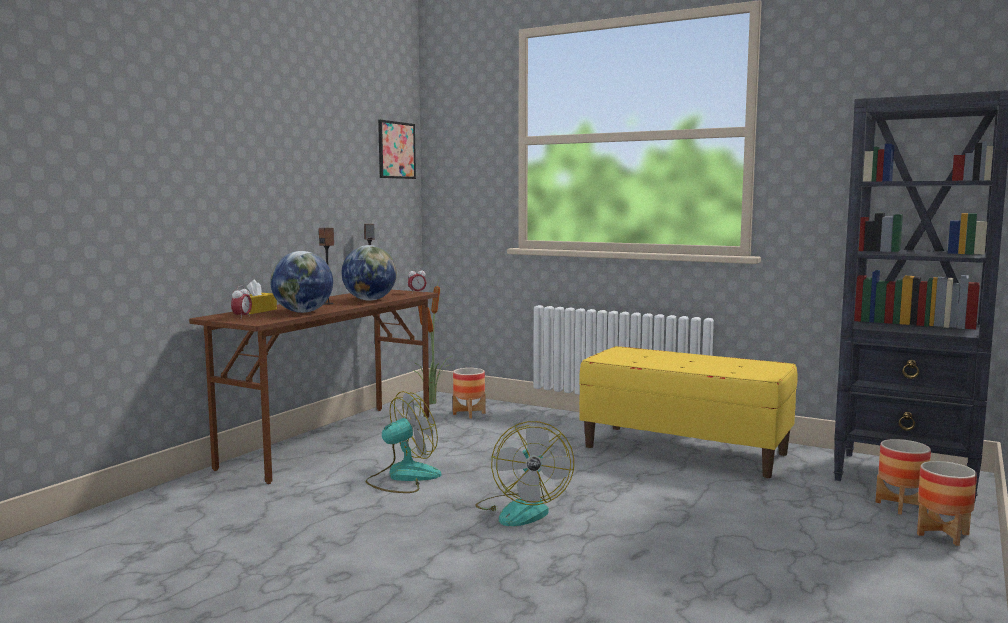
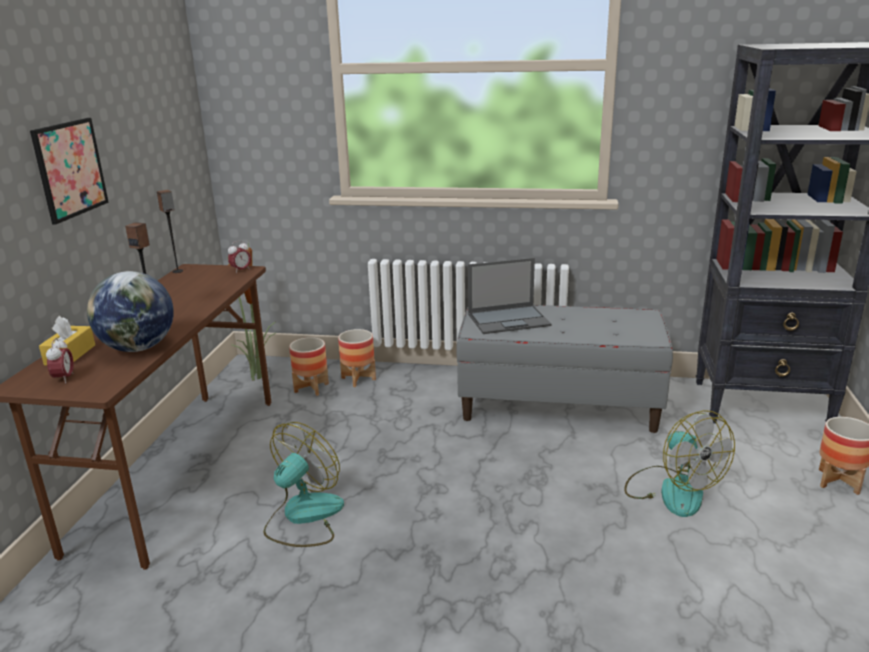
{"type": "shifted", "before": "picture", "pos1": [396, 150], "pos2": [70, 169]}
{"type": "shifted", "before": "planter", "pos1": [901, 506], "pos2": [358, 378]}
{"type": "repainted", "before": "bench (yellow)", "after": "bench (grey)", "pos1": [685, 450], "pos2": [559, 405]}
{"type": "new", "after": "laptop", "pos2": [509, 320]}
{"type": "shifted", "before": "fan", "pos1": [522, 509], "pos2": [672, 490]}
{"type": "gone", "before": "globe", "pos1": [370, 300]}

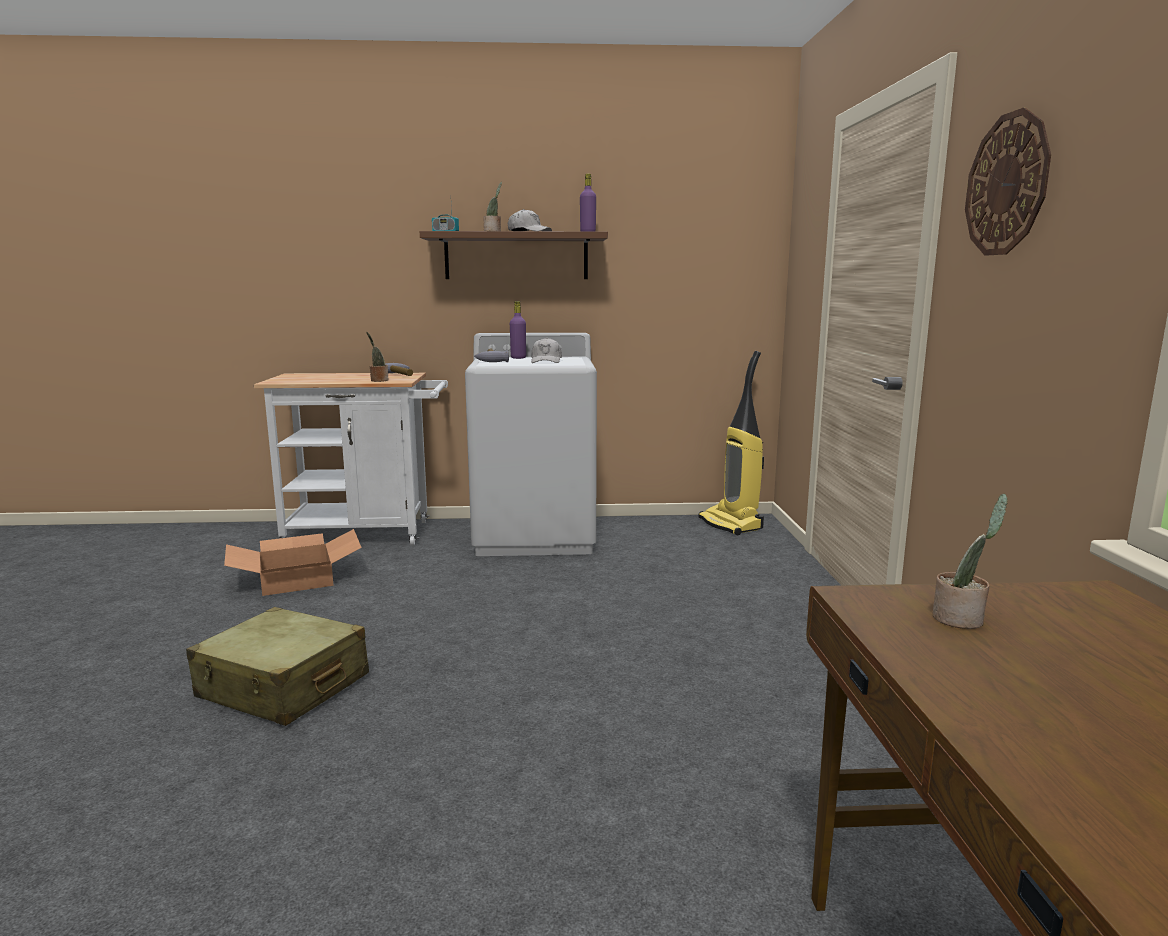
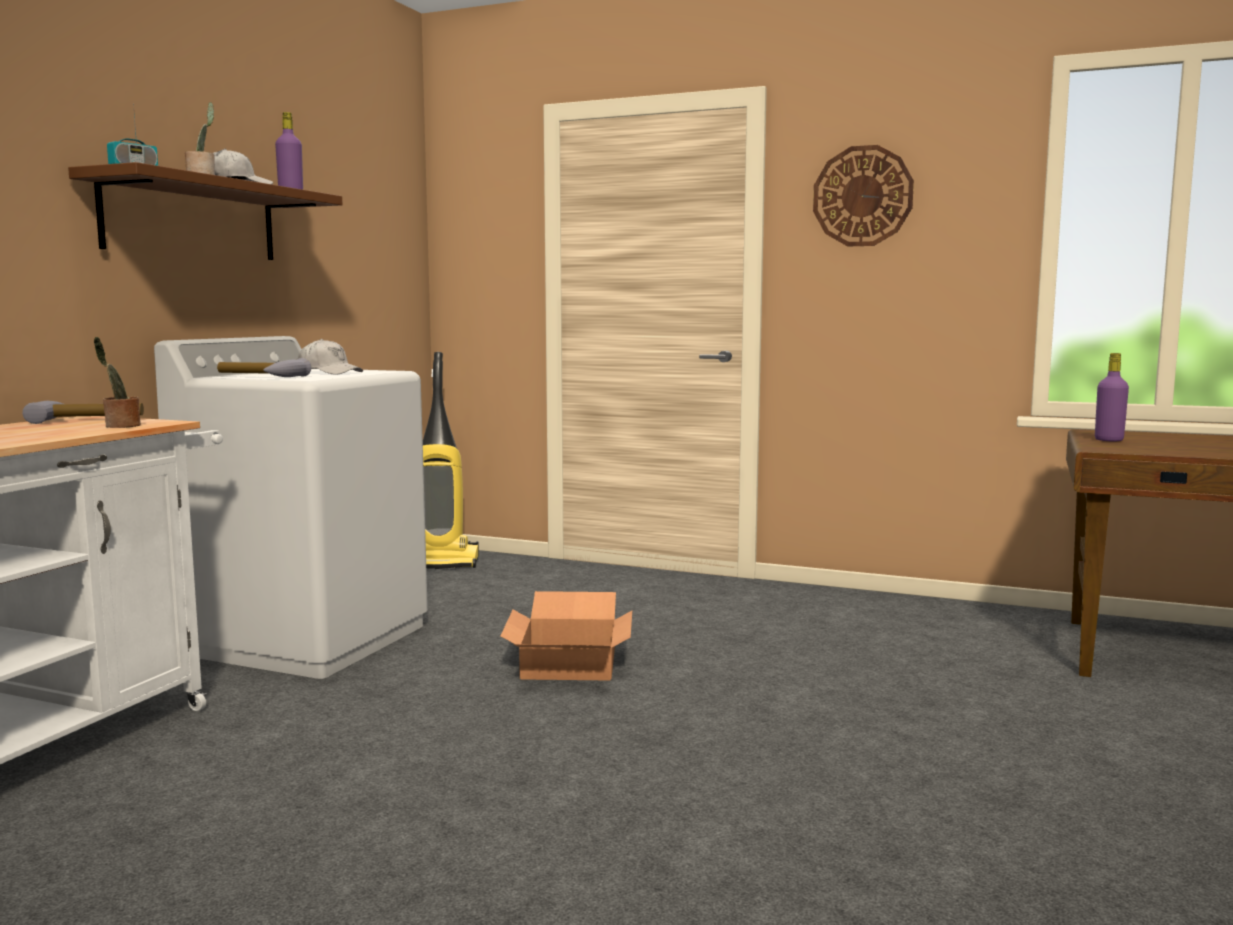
{"type": "shifted", "before": "cardboard box", "pos1": [297, 578], "pos2": [567, 662]}
{"type": "shifted", "before": "bottle (purple)", "pos1": [518, 358], "pos2": [1108, 440]}
{"type": "gone", "before": "suitcase (beige)", "pos1": [283, 687]}
{"type": "gone", "before": "potted plant", "pos1": [961, 619]}

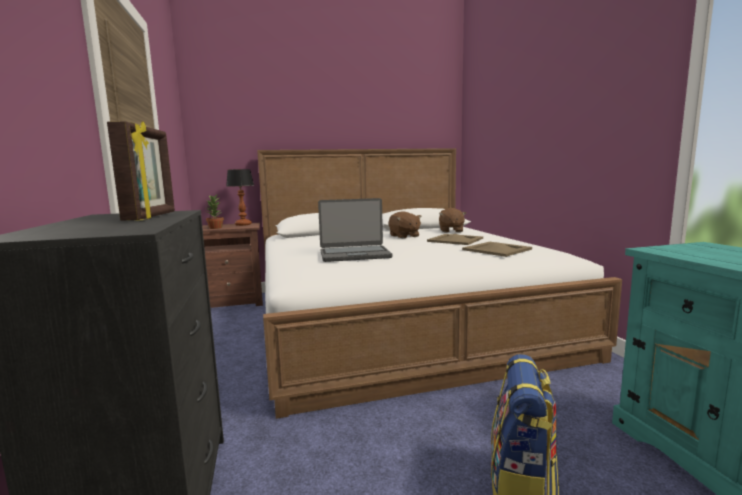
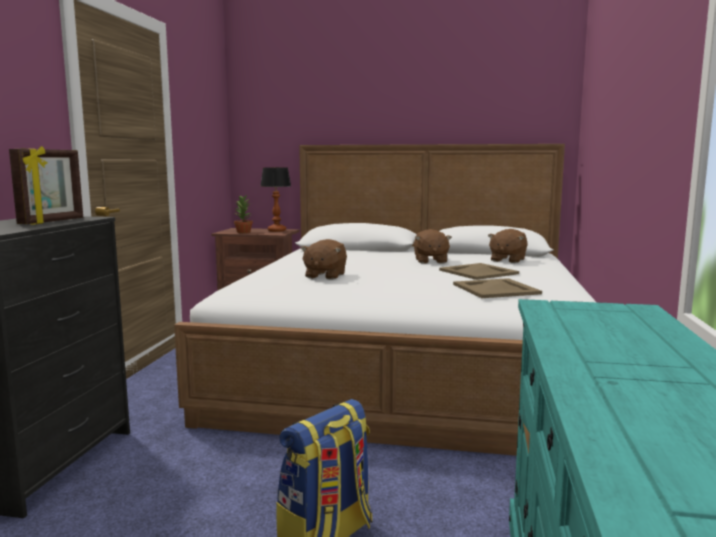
{"type": "swapped", "before": "laptop", "after": "plush toy (brown)", "pos1": [354, 254], "pos2": [324, 276]}

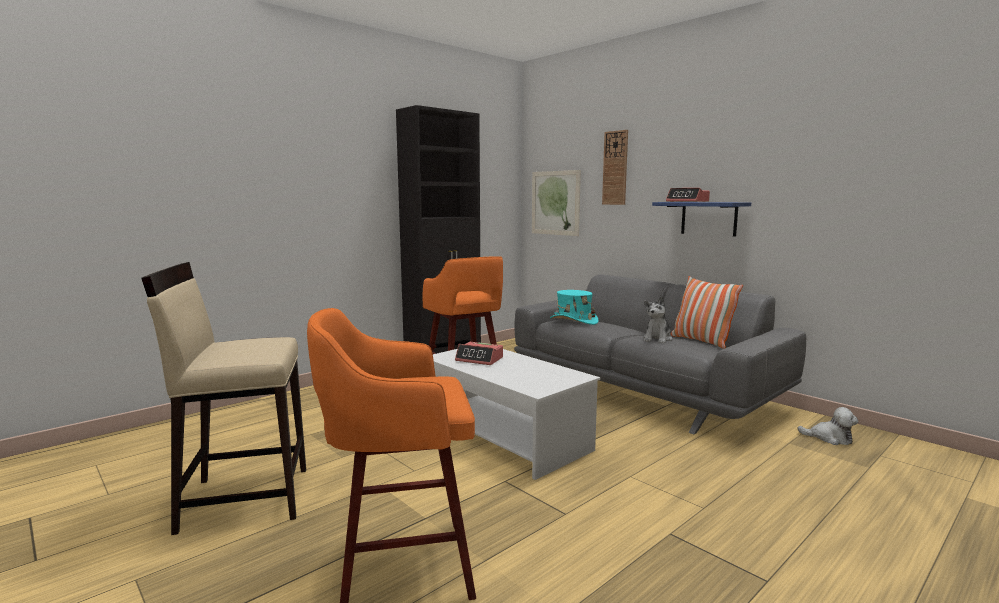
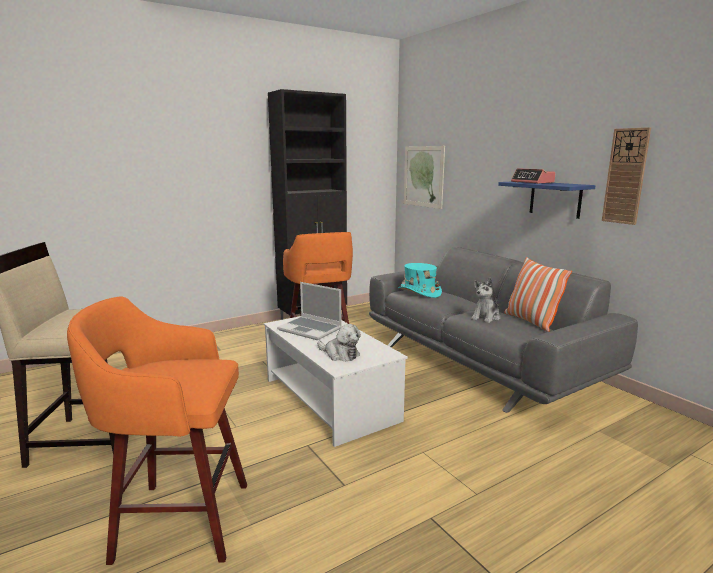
{"type": "swapped", "before": "alarm clock", "after": "laptop", "pos1": [479, 359], "pos2": [311, 329]}
{"type": "shifted", "before": "plush toy", "pos1": [829, 438], "pos2": [340, 354]}
{"type": "shifted", "before": "wall clock", "pos1": [615, 168], "pos2": [625, 176]}

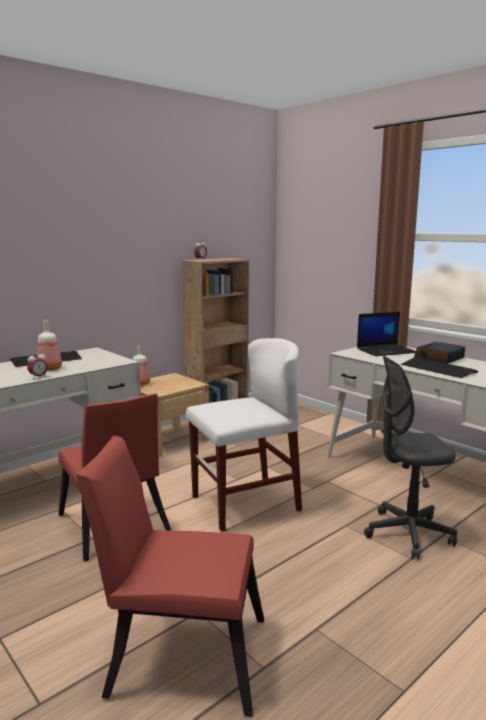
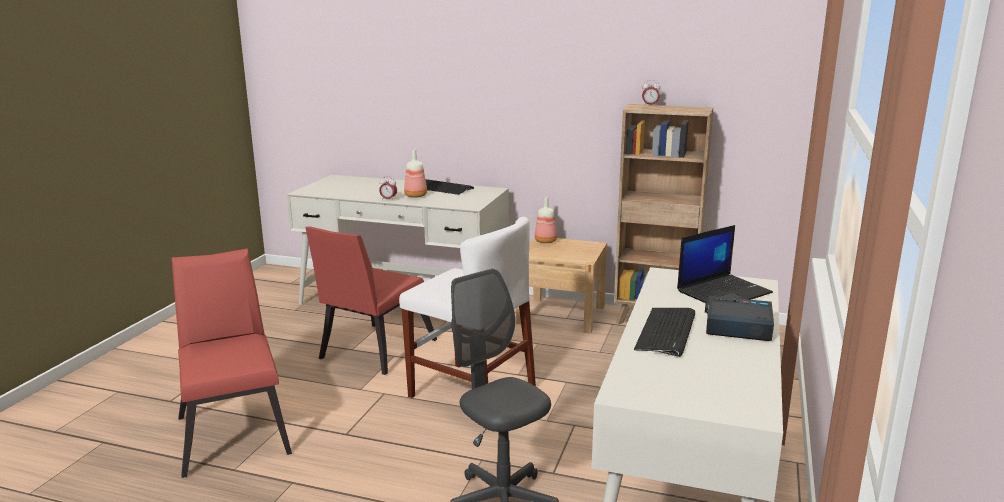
{"type": "rotated", "before": "laptop", "pos1": [386, 350], "pos2": [724, 292], "turn": -75}

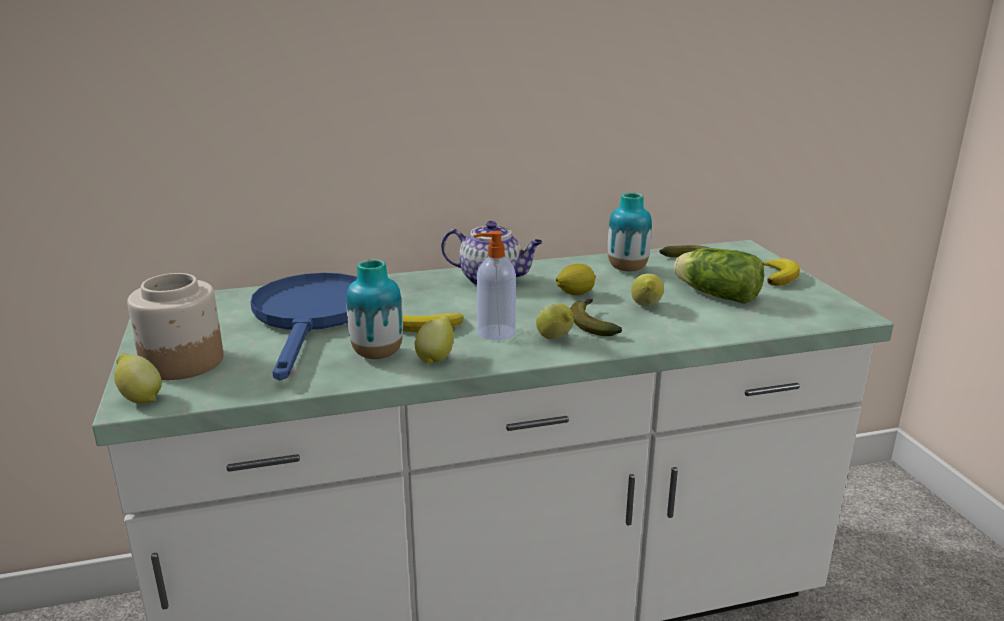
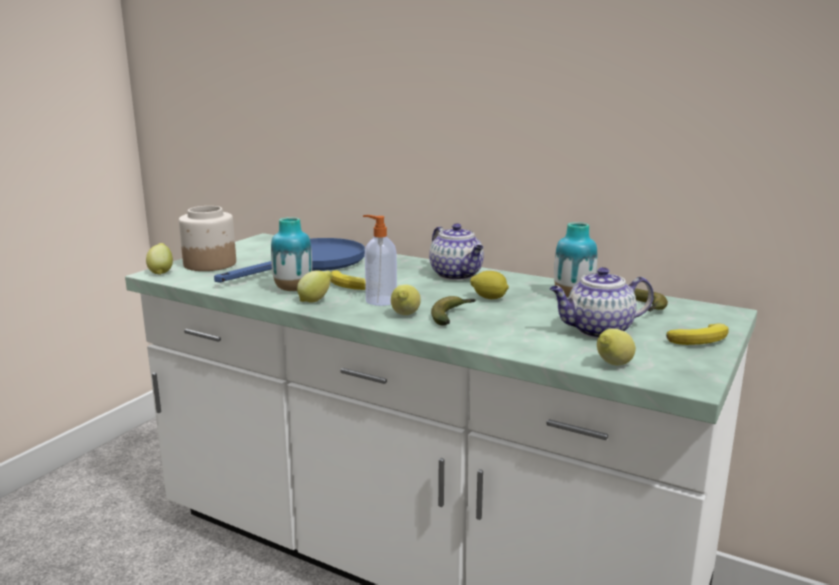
{"type": "swapped", "before": "lettuce", "after": "teapot", "pos1": [714, 294], "pos2": [598, 331]}
{"type": "shifted", "before": "lemon", "pos1": [646, 307], "pos2": [612, 365]}

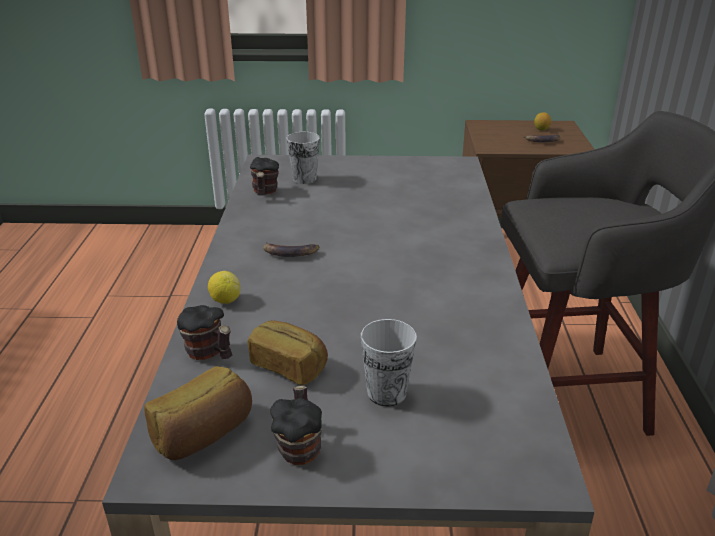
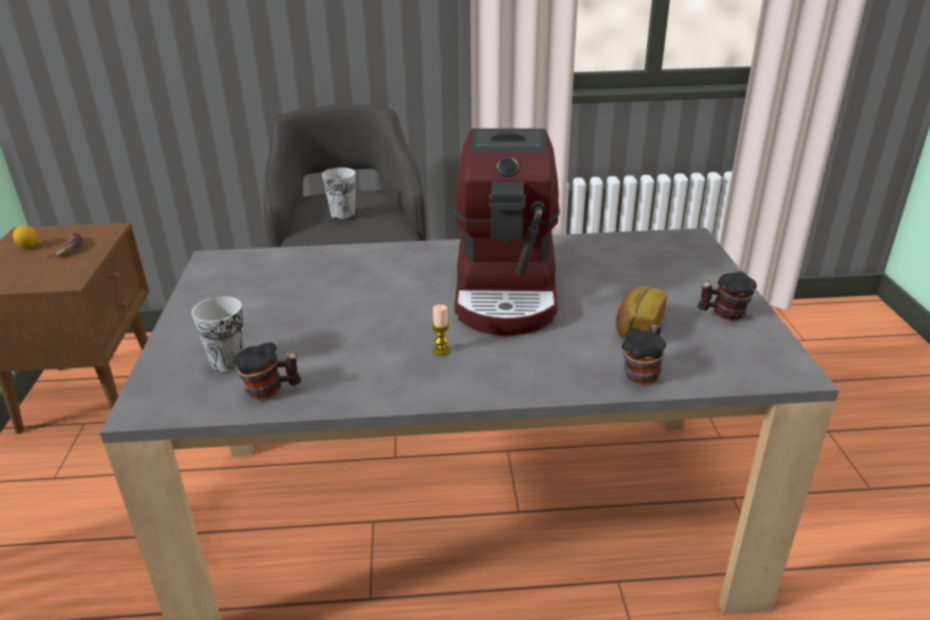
{"type": "shifted", "before": "cup", "pos1": [386, 393], "pos2": [343, 215]}
{"type": "swapped", "before": "banana", "after": "candle", "pos1": [290, 252], "pos2": [441, 350]}
{"type": "new", "after": "coffee machine", "pos2": [507, 290]}
{"type": "gone", "before": "bread", "pos1": [204, 434]}
{"type": "gone", "before": "lemon", "pos1": [225, 300]}

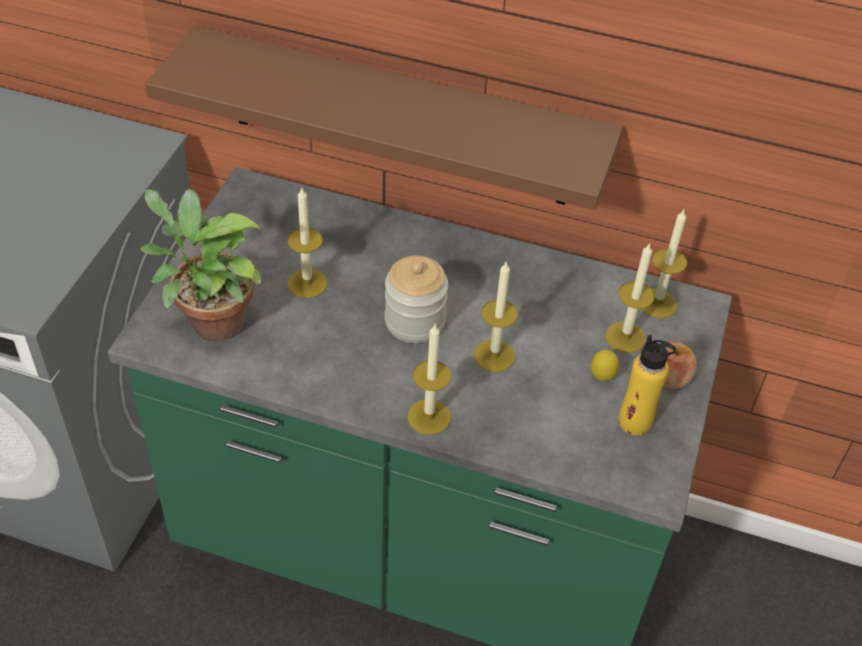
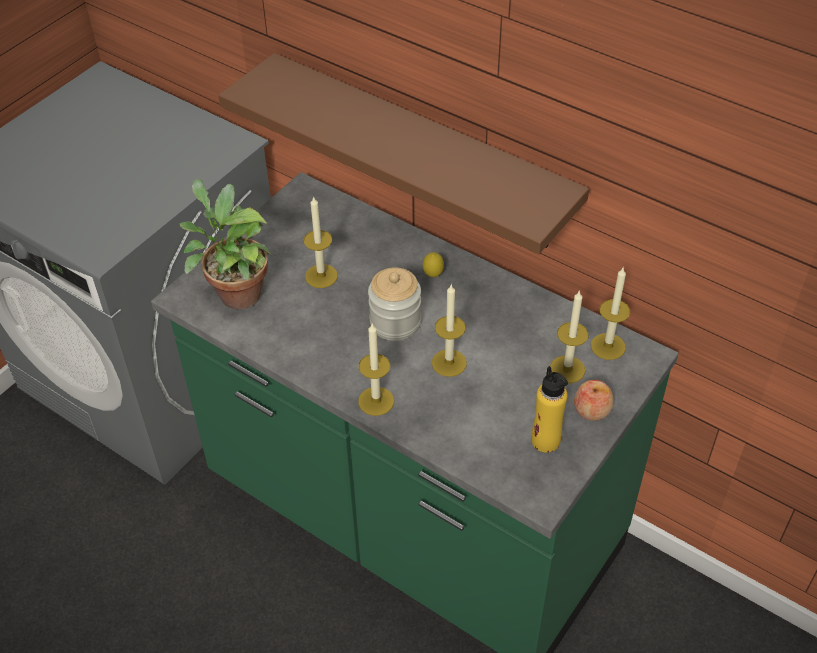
{"type": "shifted", "before": "lemon", "pos1": [602, 378], "pos2": [433, 275]}

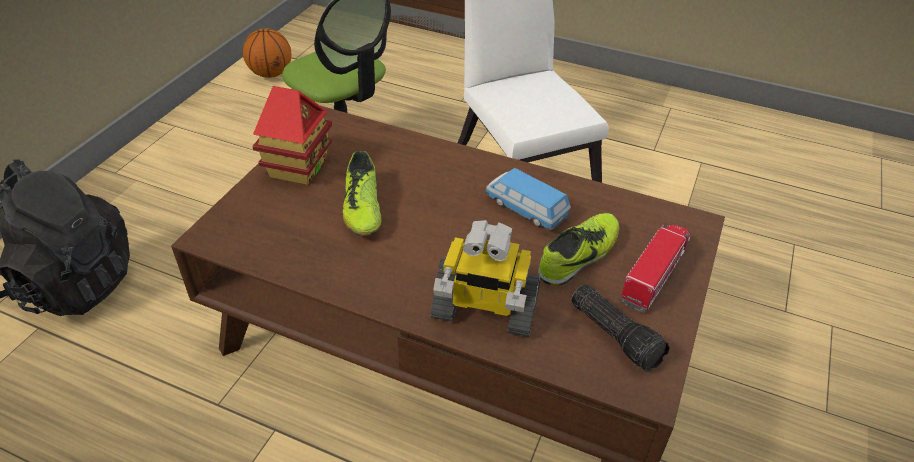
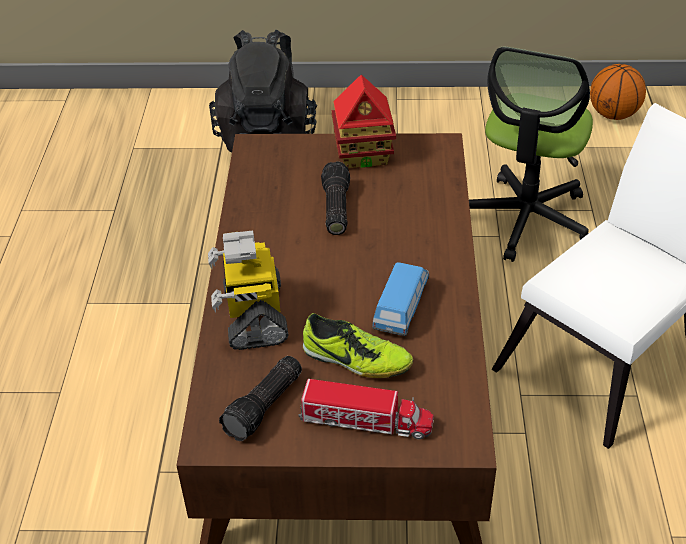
{"type": "swapped", "before": "shoe", "after": "flashlight", "pos1": [362, 208], "pos2": [334, 208]}

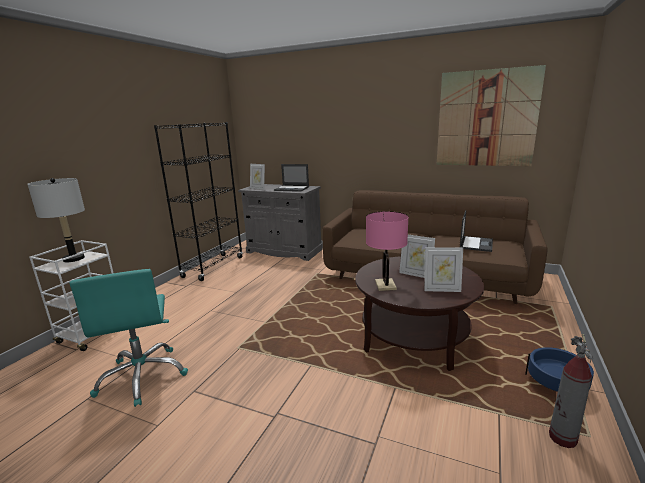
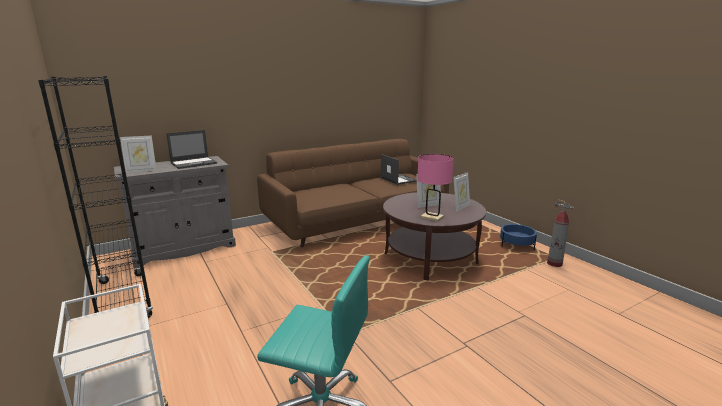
{"type": "gone", "before": "table lamp (grey)", "pos1": [73, 259]}
{"type": "gone", "before": "picture", "pos1": [486, 119]}

